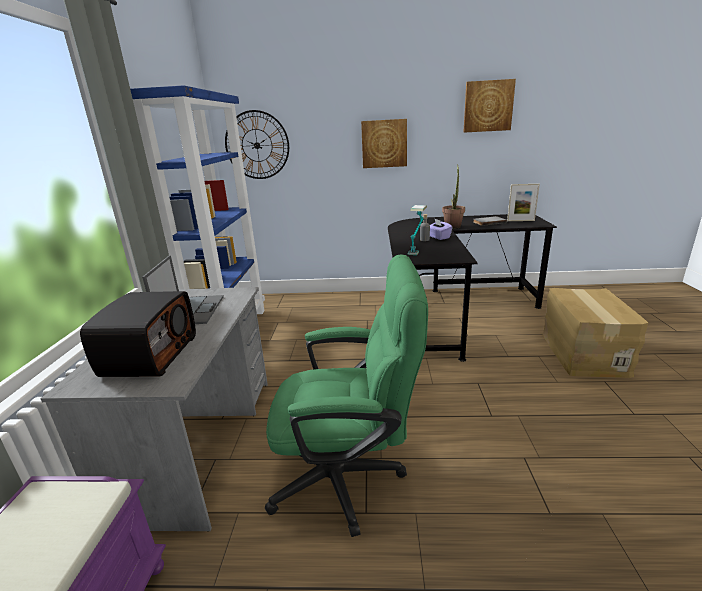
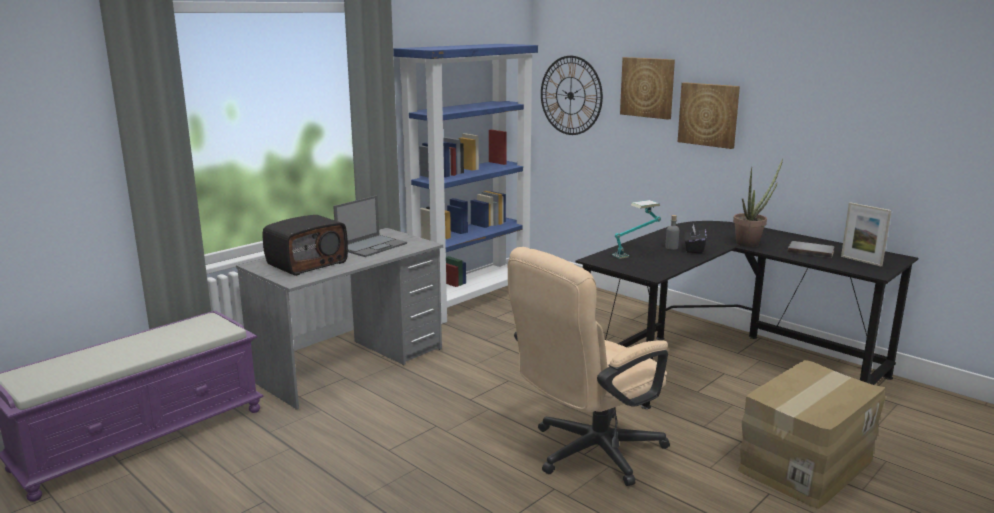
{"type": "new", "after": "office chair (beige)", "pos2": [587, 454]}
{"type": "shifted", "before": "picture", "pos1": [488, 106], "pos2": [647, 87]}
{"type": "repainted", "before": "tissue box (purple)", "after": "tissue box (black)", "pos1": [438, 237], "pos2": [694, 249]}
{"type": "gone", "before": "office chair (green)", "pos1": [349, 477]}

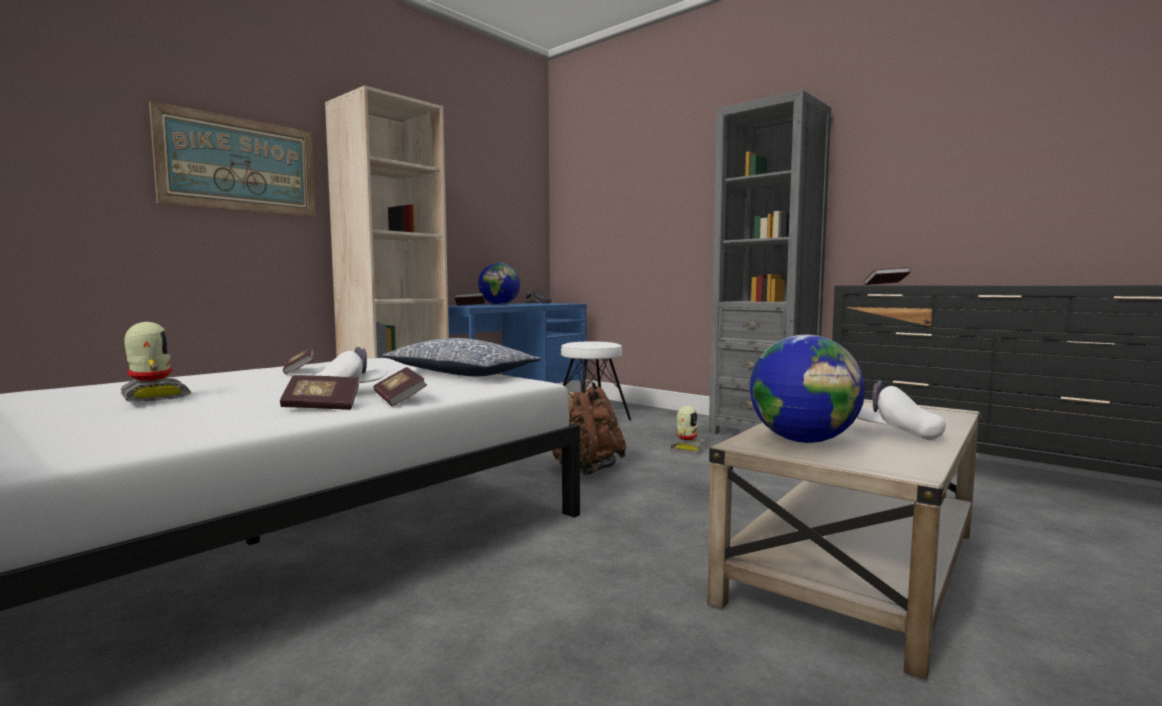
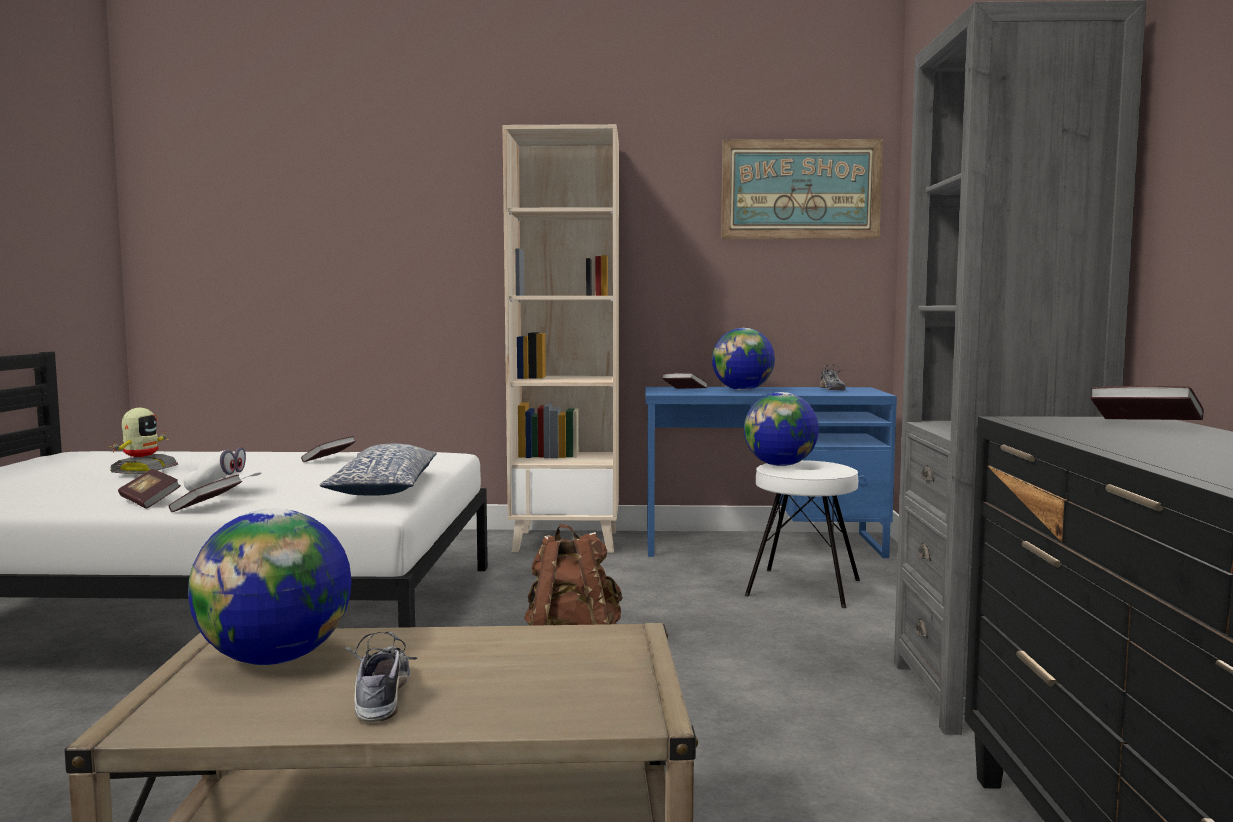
{"type": "swapped", "before": "cap (white)", "after": "shoe", "pos1": [893, 433], "pos2": [381, 696]}
{"type": "shifted", "before": "picture", "pos1": [239, 165], "pos2": [800, 189]}
{"type": "new", "after": "globe", "pos2": [780, 465]}
{"type": "gone", "before": "toy robot", "pos1": [687, 448]}

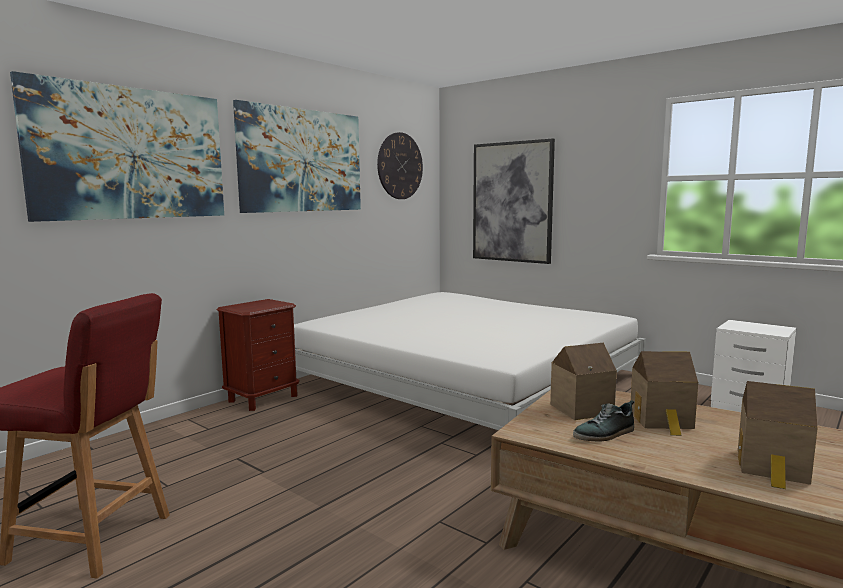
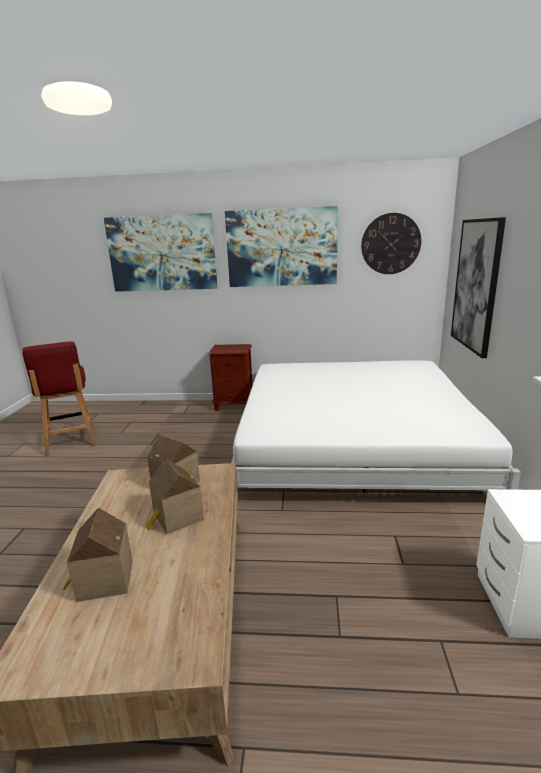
{"type": "gone", "before": "shoe", "pos1": [605, 434]}

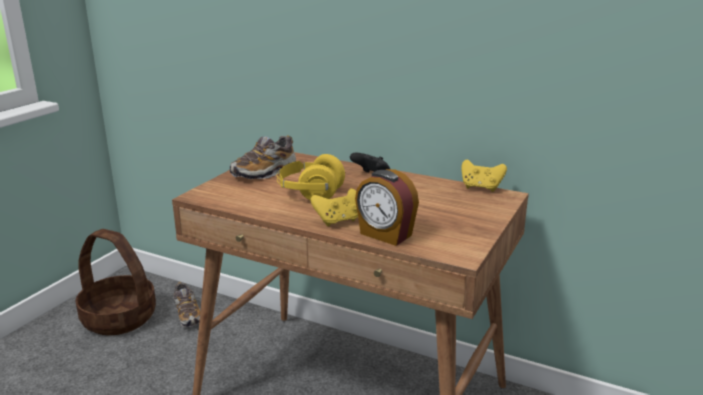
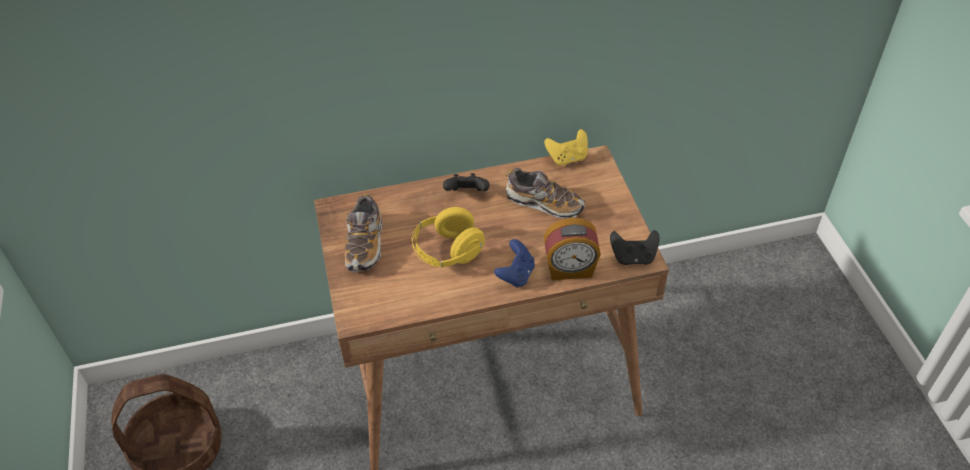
{"type": "repainted", "before": "game controller (yellow)", "after": "game controller (blue)", "pos1": [338, 221], "pos2": [516, 275]}
{"type": "shifted", "before": "shoe", "pos1": [188, 315], "pos2": [544, 203]}
{"type": "new", "after": "game controller (black)", "pos2": [633, 257]}

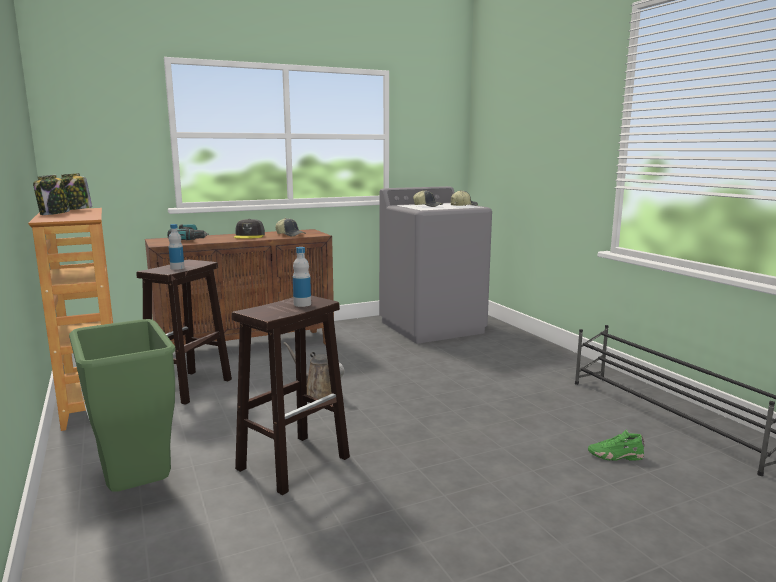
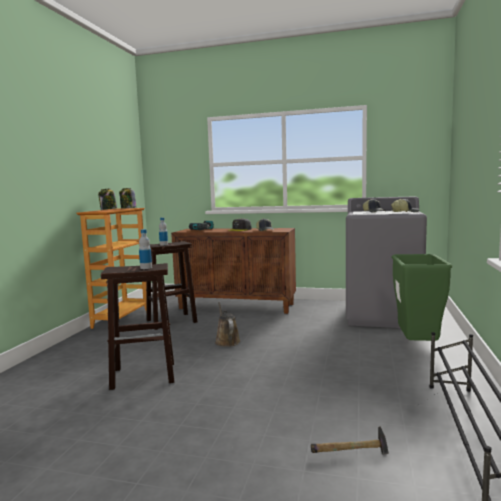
{"type": "swapped", "before": "shoe (green)", "after": "hammer", "pos1": [615, 456], "pos2": [351, 453]}
{"type": "shifted", "before": "trash can (green)", "pos1": [137, 491], "pos2": [417, 346]}

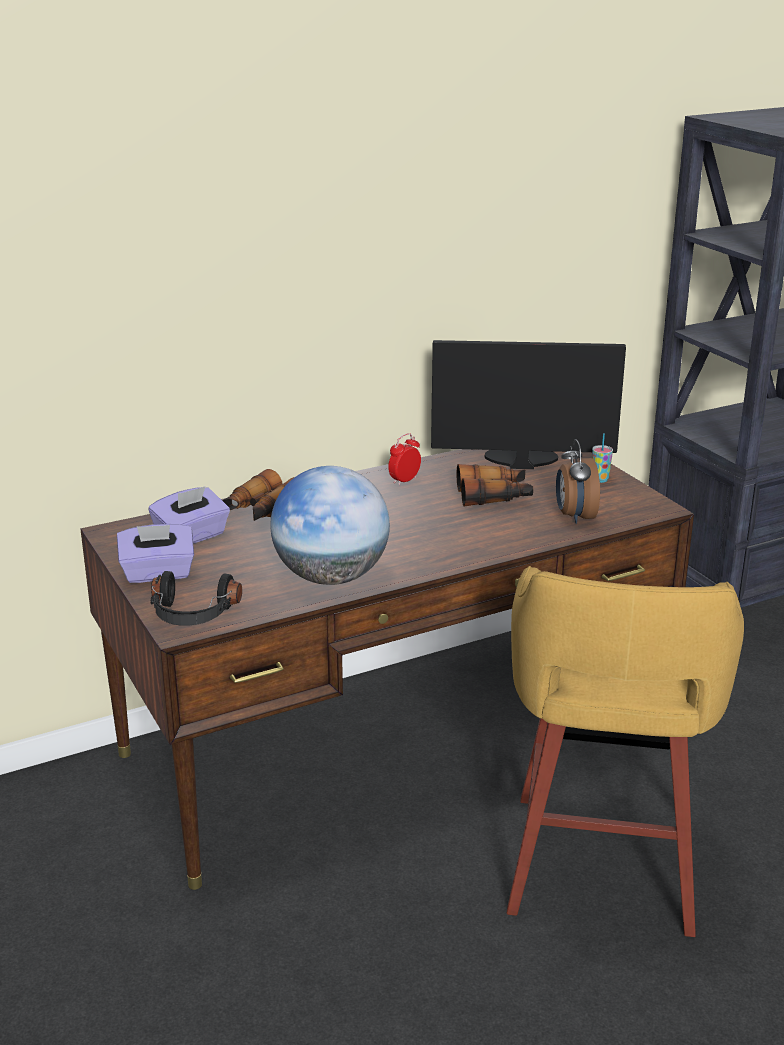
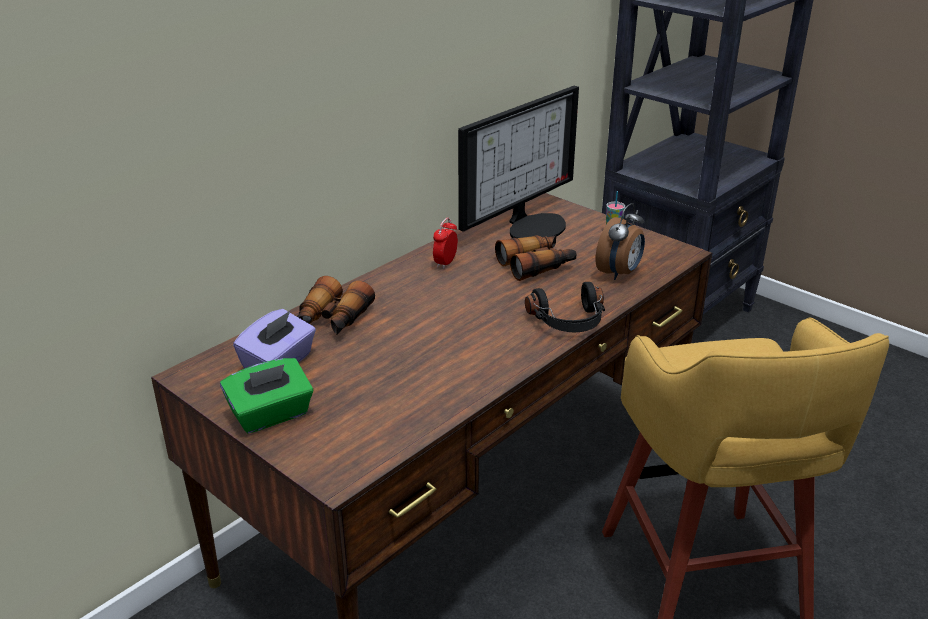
{"type": "repainted", "before": "tissue box (purple)", "after": "tissue box (green)", "pos1": [158, 573], "pos2": [271, 415]}
{"type": "rotated", "before": "monitor", "pos1": [520, 460], "pos2": [532, 225], "turn": 150}
{"type": "shifted", "before": "headphones (black)", "pos1": [192, 615], "pos2": [569, 322]}
{"type": "rotated", "before": "alarm clock", "pos1": [574, 516], "pos2": [619, 273], "turn": -120}
{"type": "gone", "before": "globe", "pos1": [331, 577]}

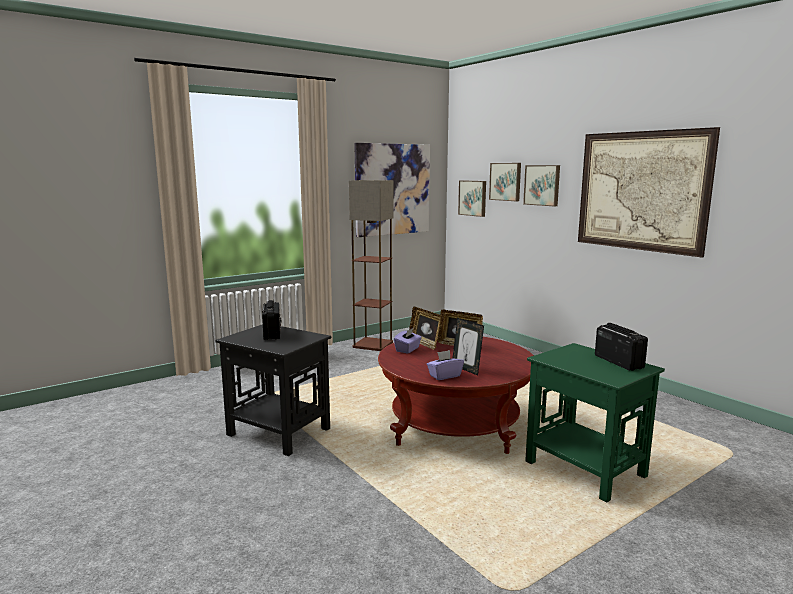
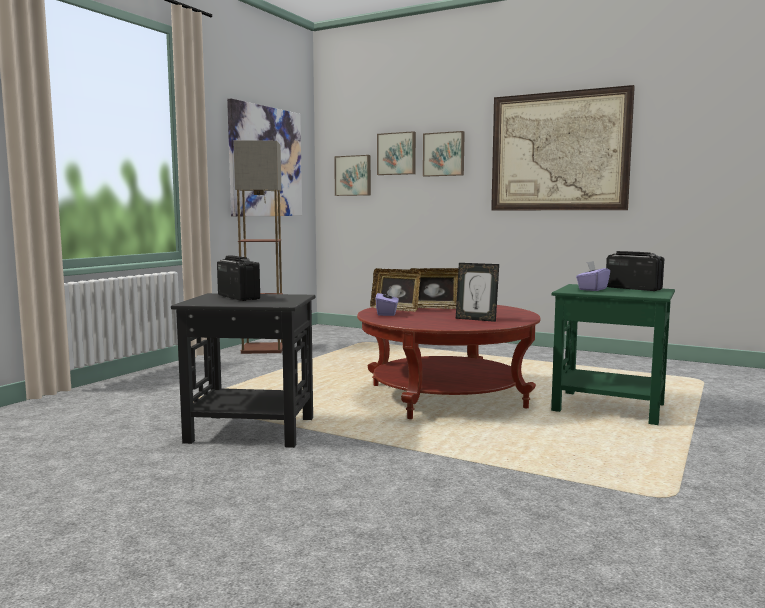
{"type": "shifted", "before": "tissue box (purple)", "pos1": [444, 376], "pos2": [592, 289]}

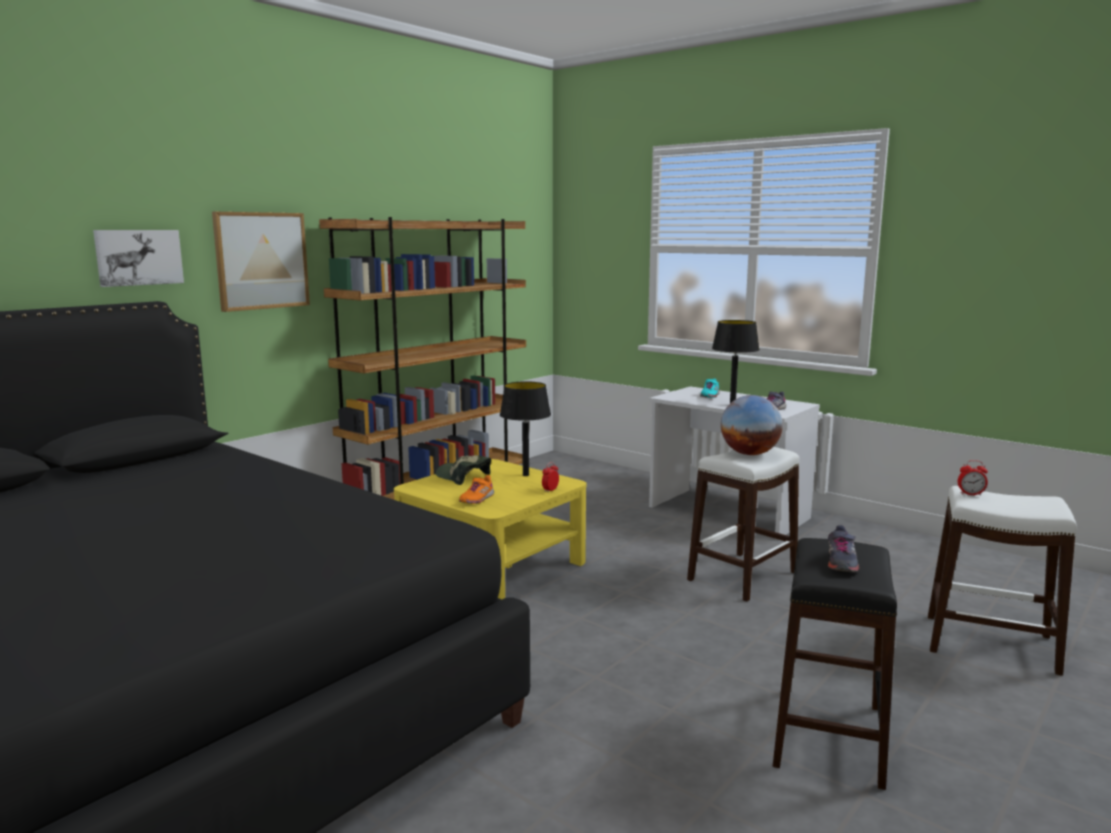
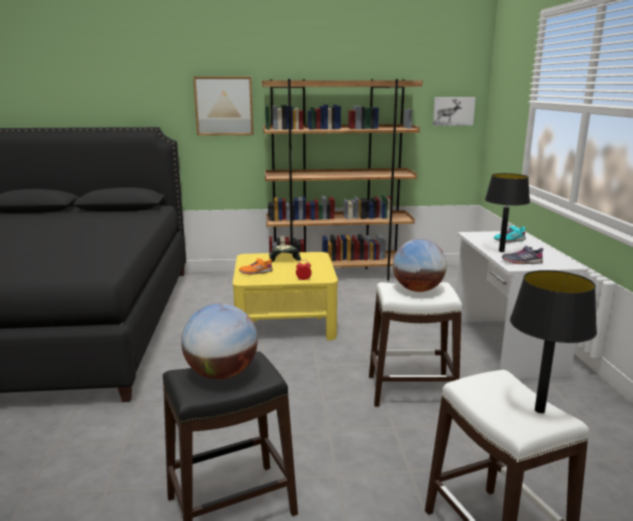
{"type": "swapped", "before": "shoe (grey)", "after": "globe", "pos1": [841, 562], "pos2": [222, 374]}
{"type": "shifted", "before": "picture", "pos1": [138, 257], "pos2": [453, 111]}
{"type": "shifted", "before": "table lamp (black)", "pos1": [525, 475], "pos2": [539, 410]}
{"type": "gone", "before": "alarm clock", "pos1": [970, 494]}

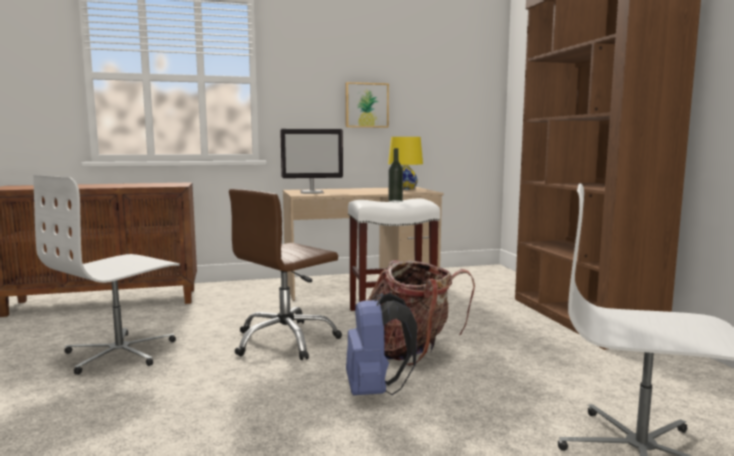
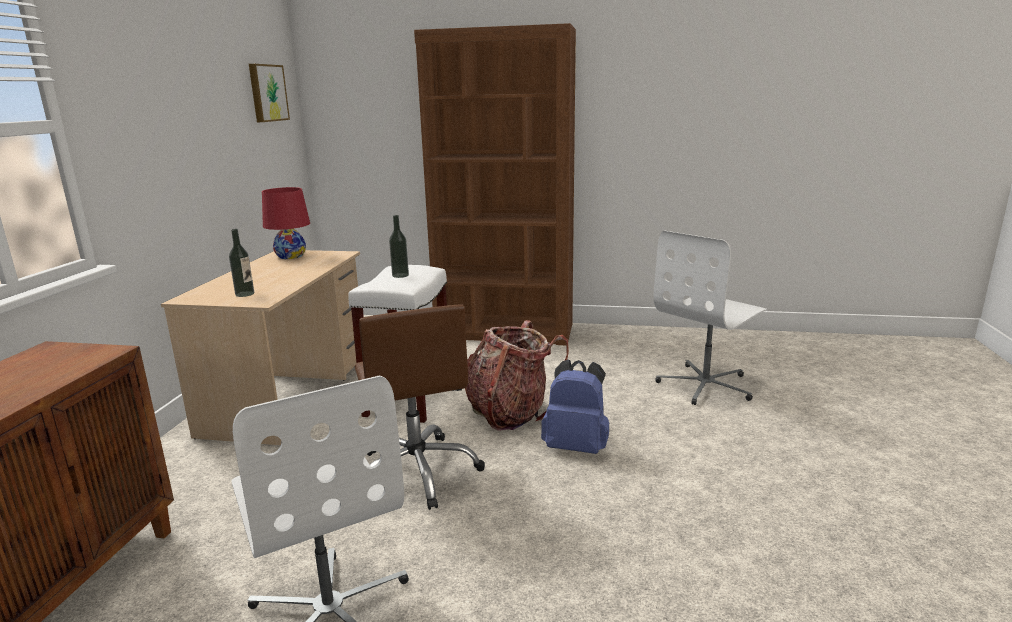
{"type": "swapped", "before": "monitor", "after": "bottle", "pos1": [312, 192], "pos2": [245, 294]}
{"type": "shifted", "before": "picture", "pos1": [366, 105], "pos2": [267, 93]}
{"type": "repainted", "before": "table lamp (yellow)", "after": "table lamp (red)", "pos1": [405, 188], "pos2": [290, 256]}

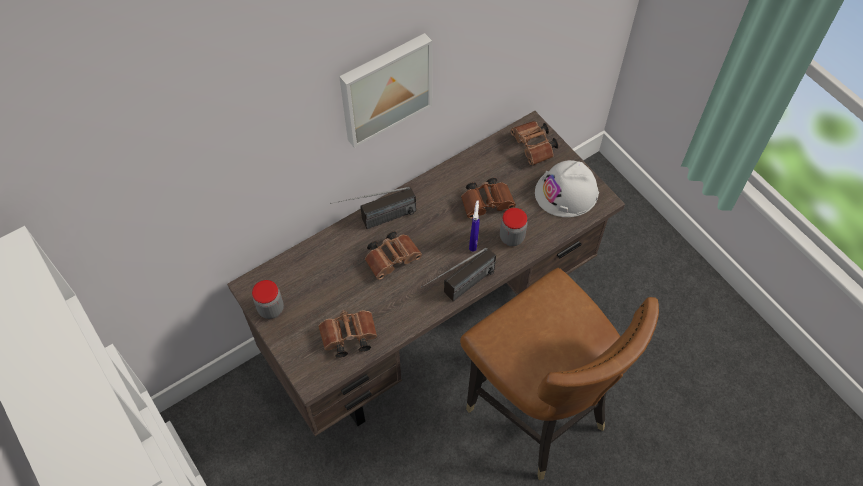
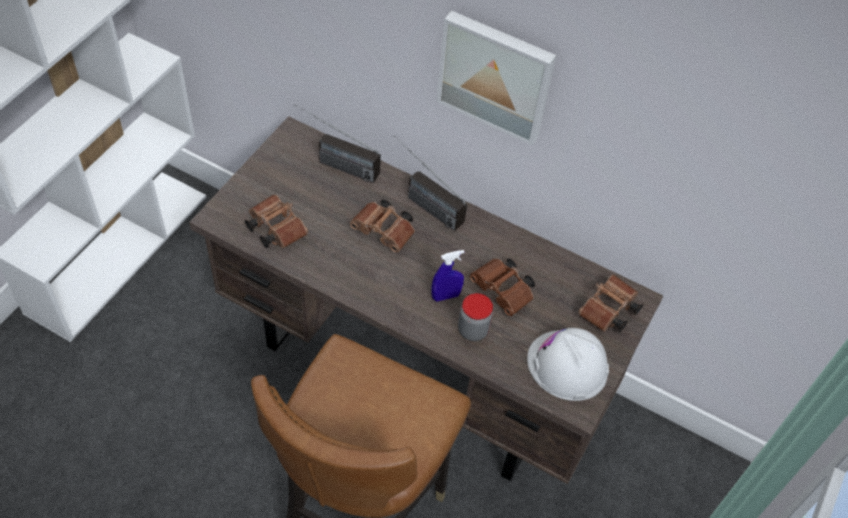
{"type": "shifted", "before": "radio", "pos1": [459, 291], "pos2": [334, 163]}
{"type": "gone", "before": "jar", "pos1": [271, 309]}

